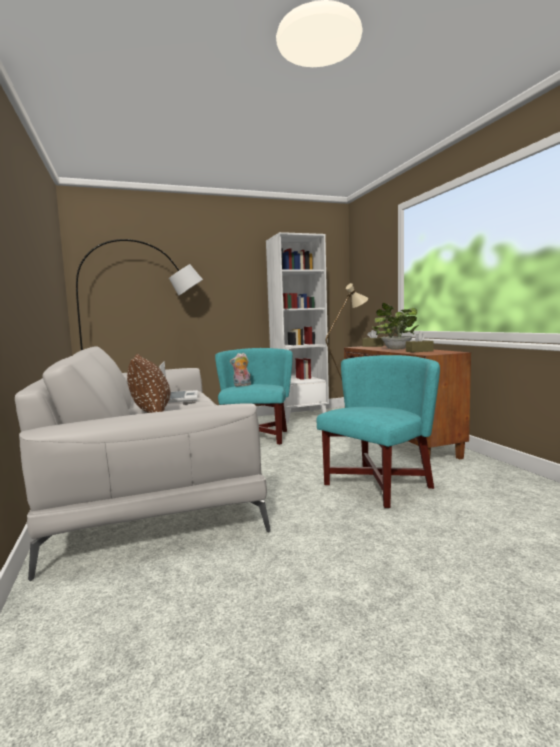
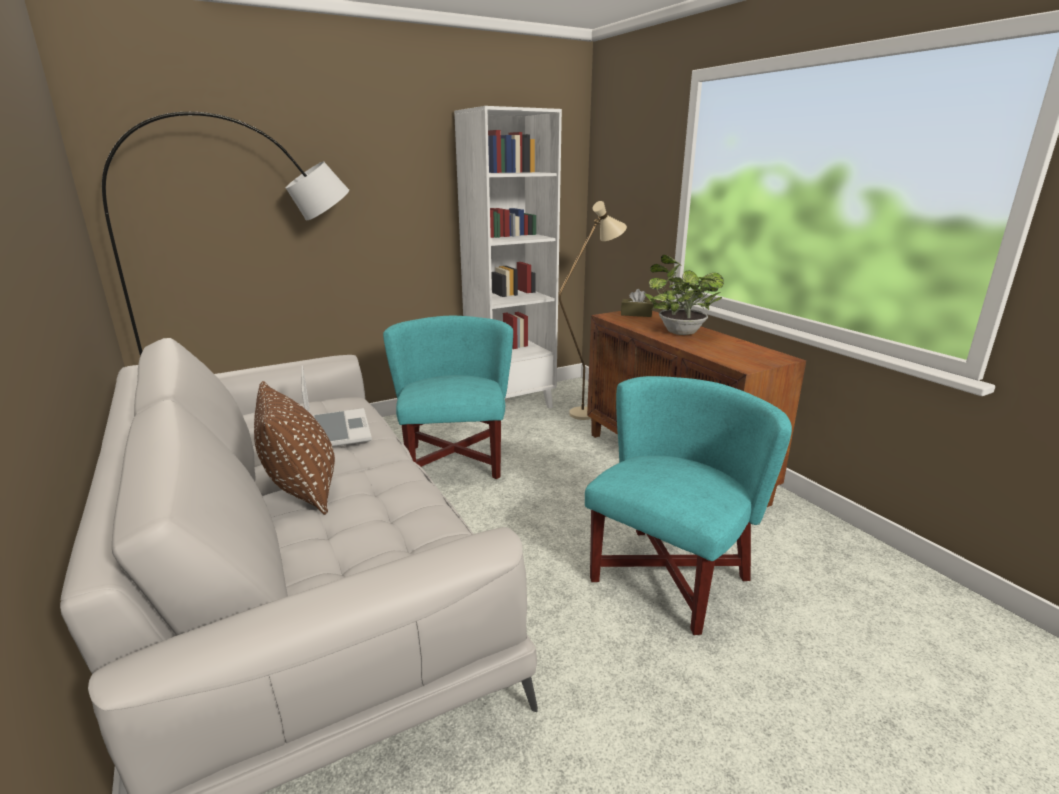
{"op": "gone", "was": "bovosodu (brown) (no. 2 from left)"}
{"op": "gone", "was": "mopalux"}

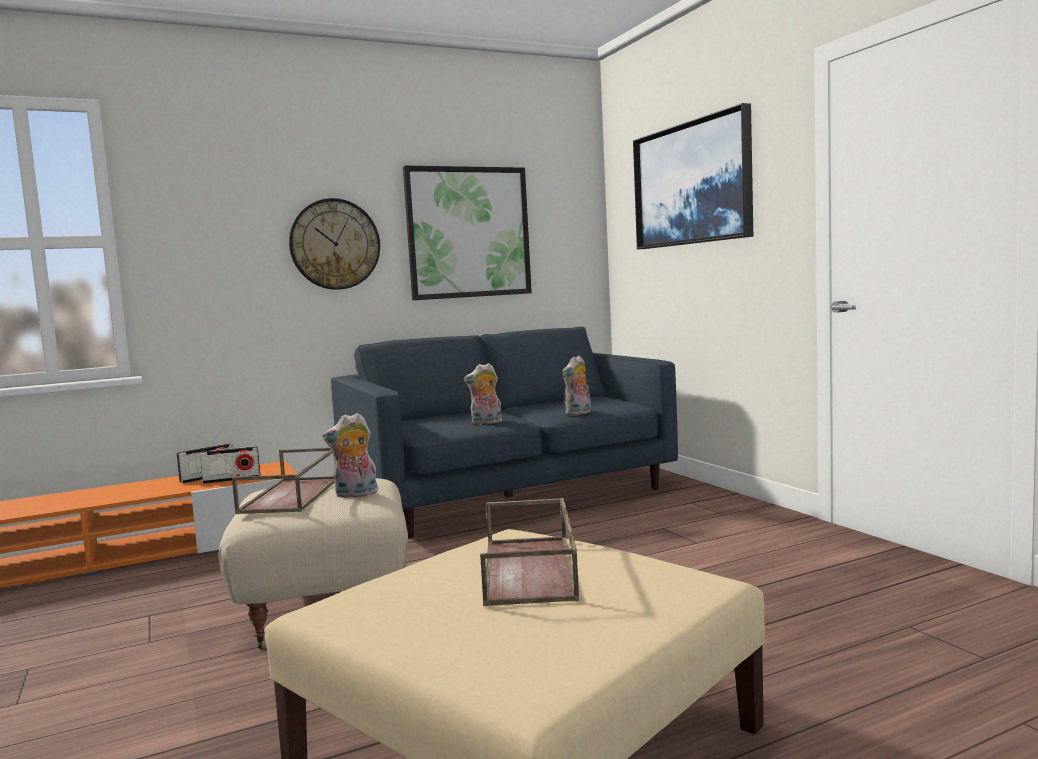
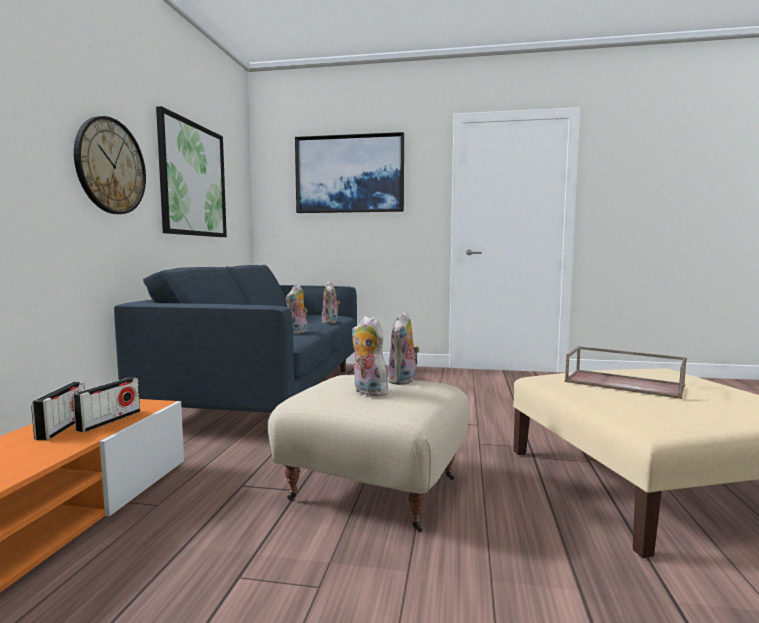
{"op": "swapped", "was": "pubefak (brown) (no. 1 from left)", "now": "mopalux (no. 3 from left)"}

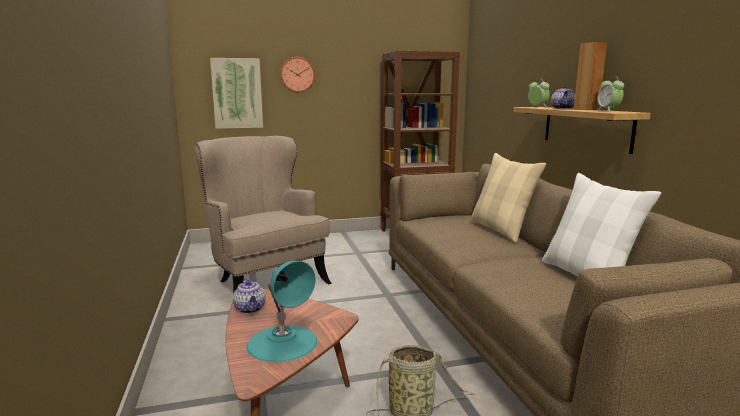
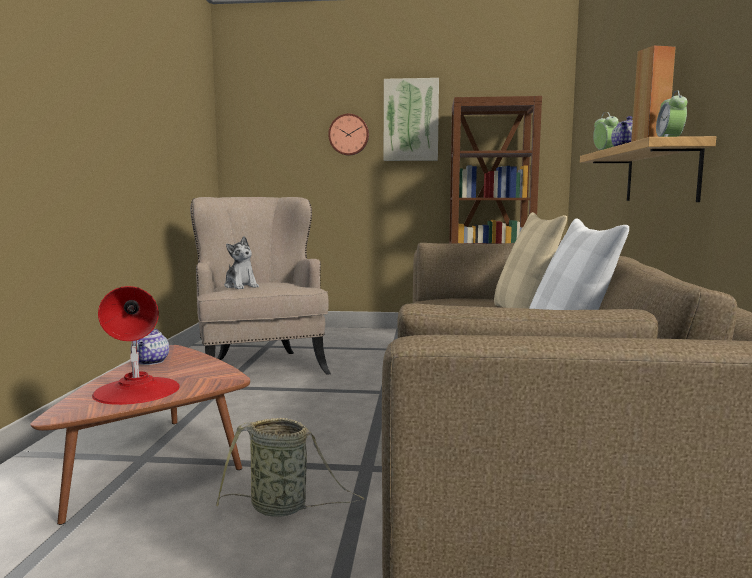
{"op": "shifted", "was": "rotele"}
{"op": "repainted", "was": "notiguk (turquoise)", "now": "notiguk (red)"}
{"op": "new", "now": "mopalux"}

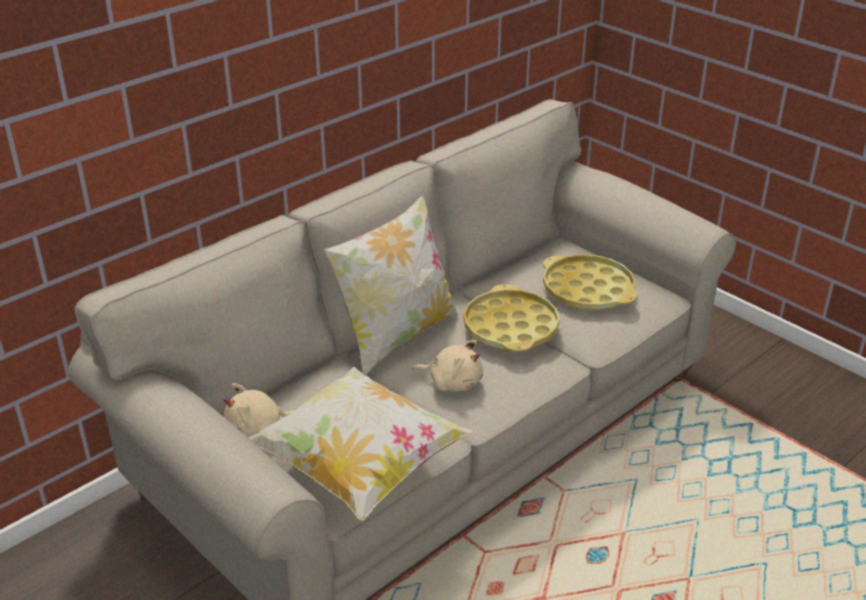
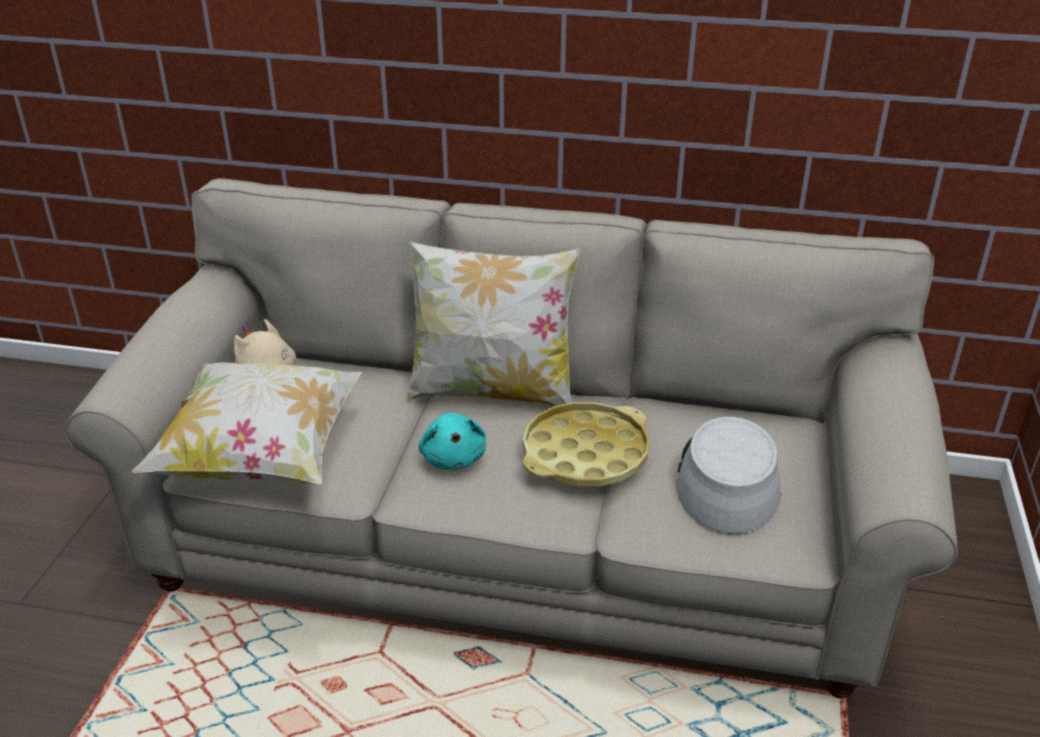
{"op": "swapped", "was": "pubefak (yellow) (no. 2 from left)", "now": "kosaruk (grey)"}
{"op": "repainted", "was": "mopalux (beige) (no. 2 from left)", "now": "mopalux (turquoise)"}

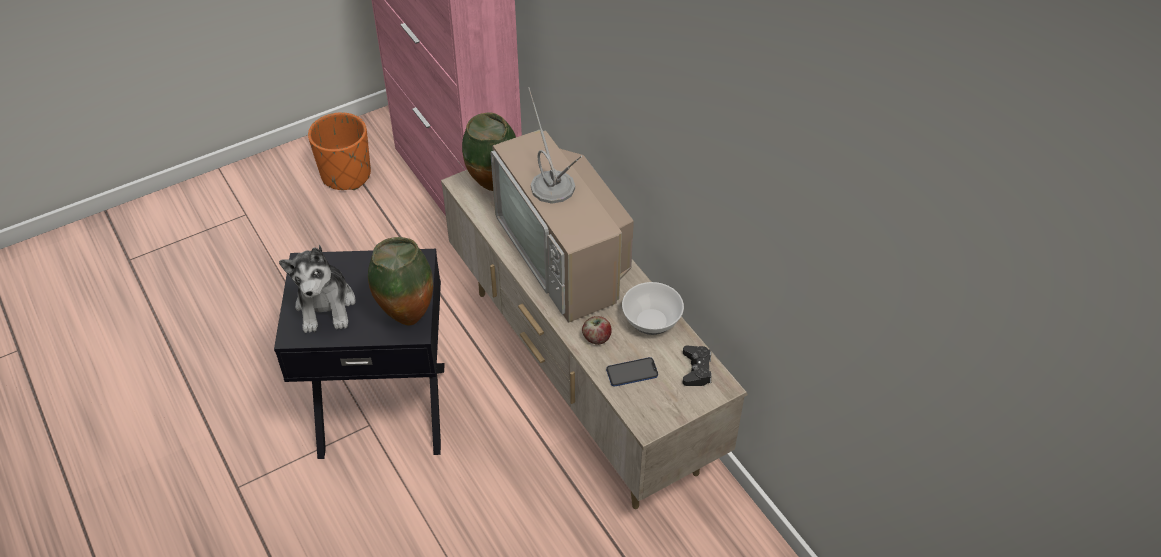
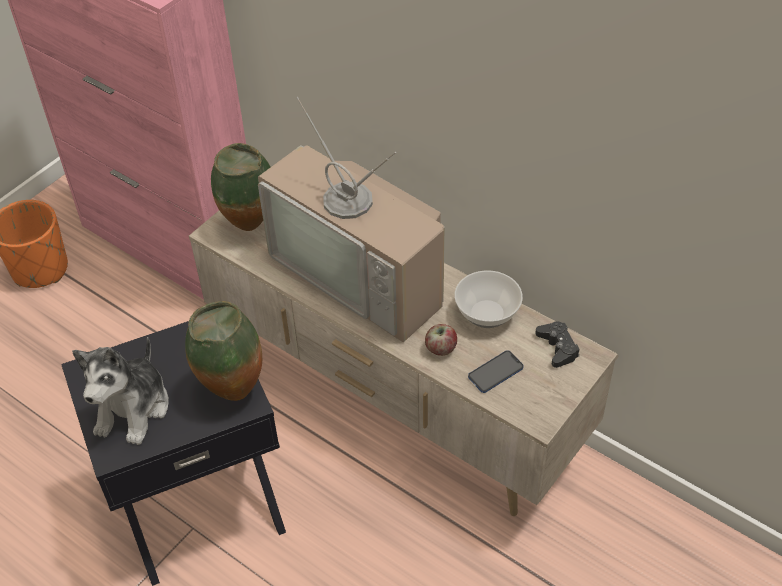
{"op": "rotated", "was": "mopalux", "clockwise": 45}

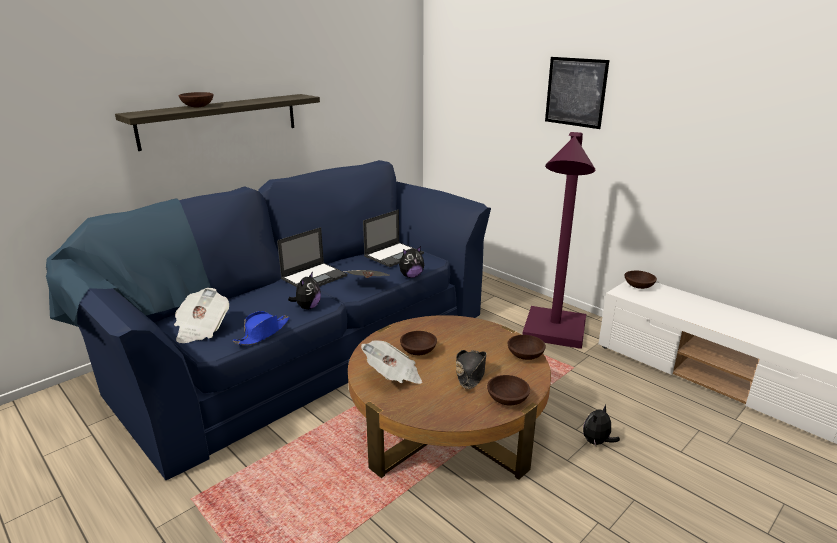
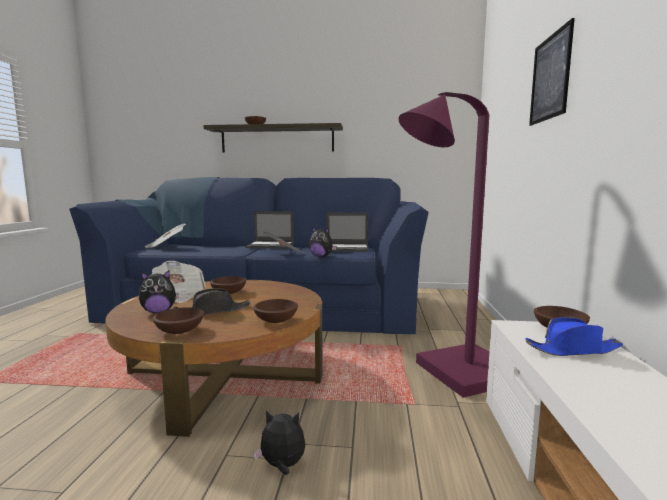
{"op": "shifted", "was": "mopalux (no. 1 from left)"}
{"op": "shifted", "was": "kosaruk (blue)"}

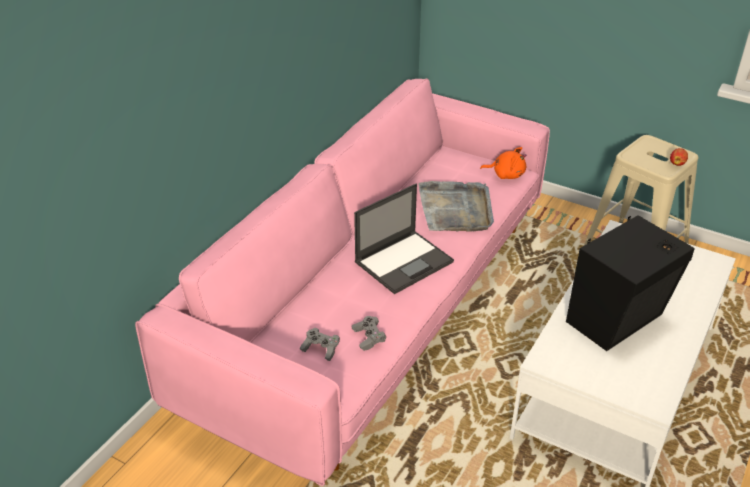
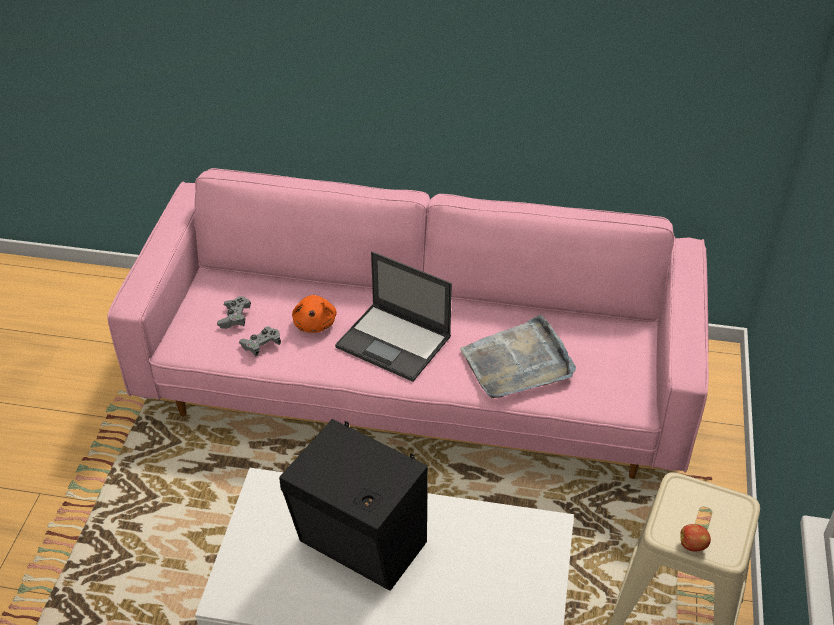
{"op": "shifted", "was": "mopalux (orange)"}

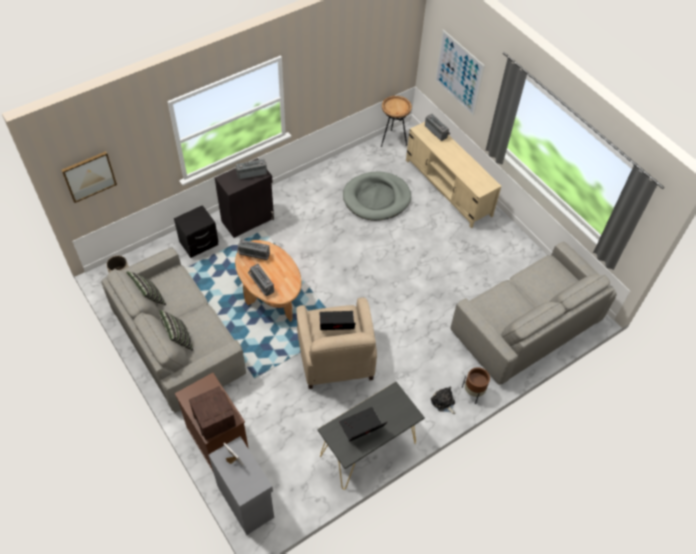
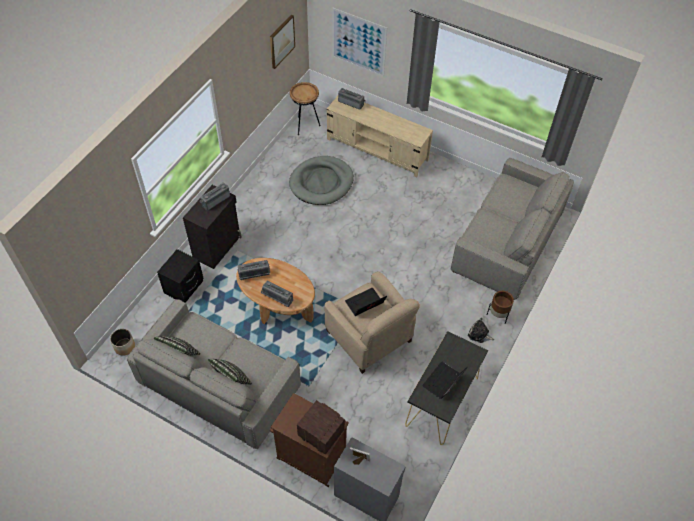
{"op": "shifted", "was": "rotele (no. 1 from left)"}

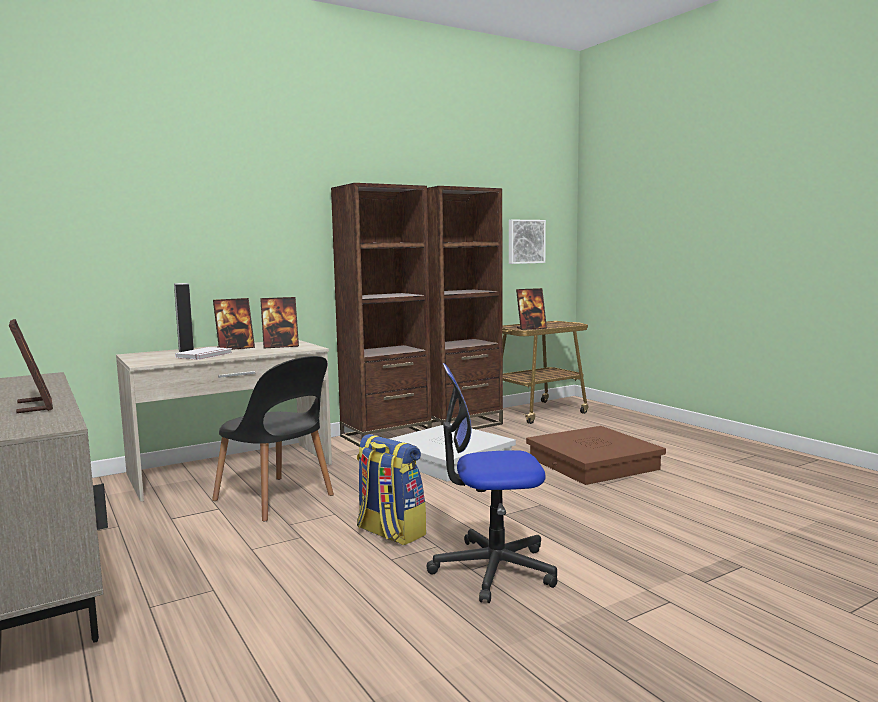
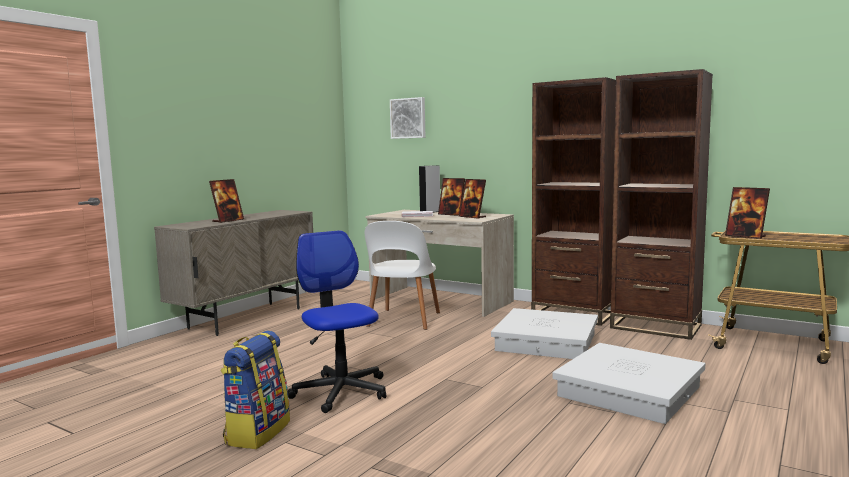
{"op": "shifted", "was": "rotele"}
{"op": "repainted", "was": "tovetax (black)", "now": "tovetax (white)"}
{"op": "repainted", "was": "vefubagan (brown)", "now": "vefubagan (white) (no. 2 from left)"}
{"op": "shifted", "was": "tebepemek"}

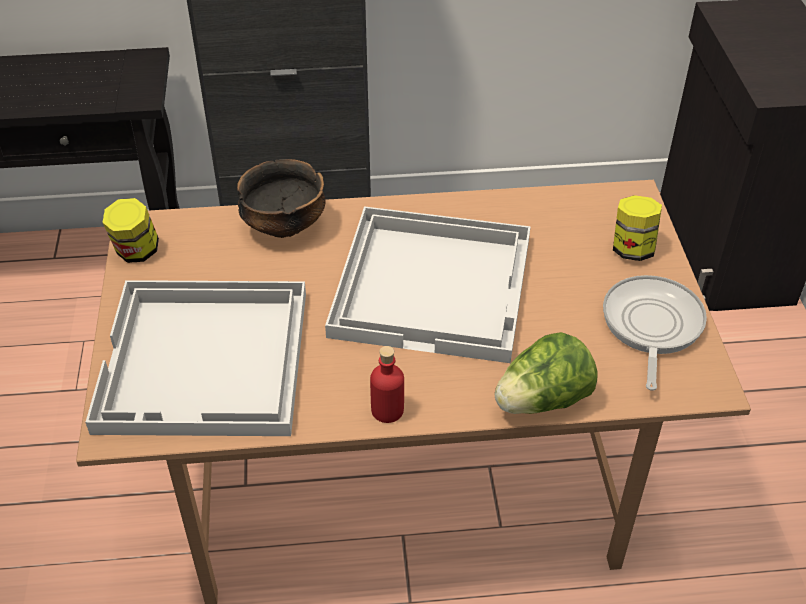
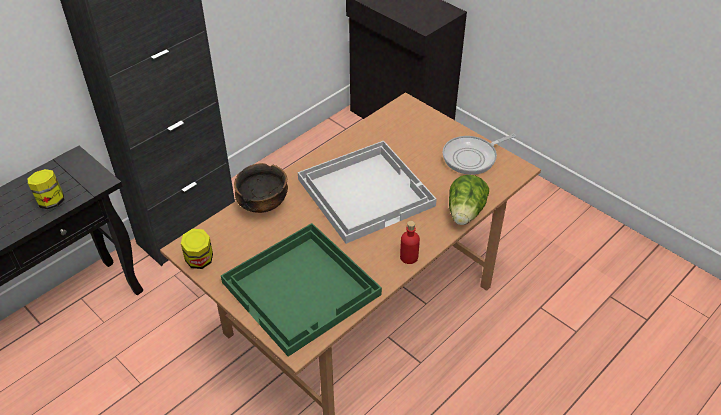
{"op": "shifted", "was": "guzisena (no. 2 from left in the first image)", "now": "guzisena (no. 1 from left)"}
{"op": "rotated", "was": "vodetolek", "clockwise": -90}
{"op": "repainted", "was": "pubefak (white) (no. 1 from left)", "now": "pubefak (green)"}

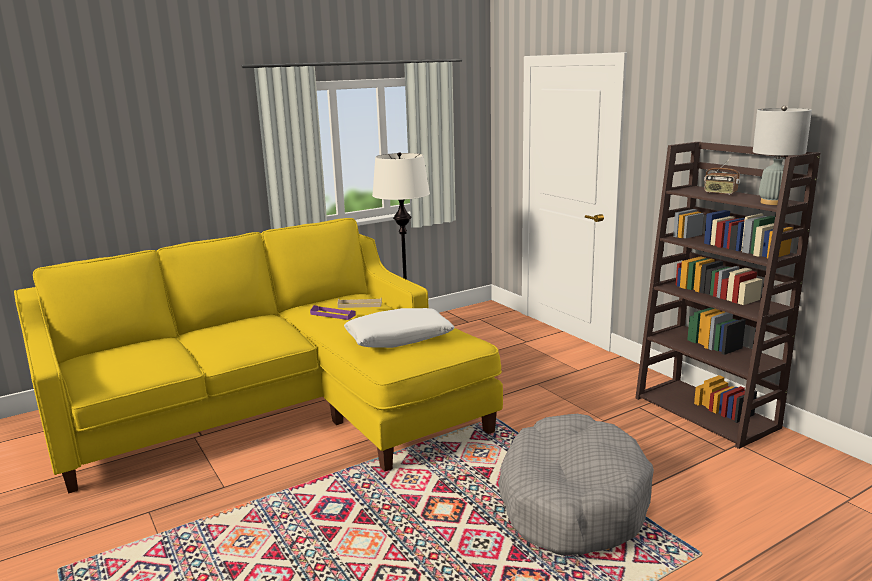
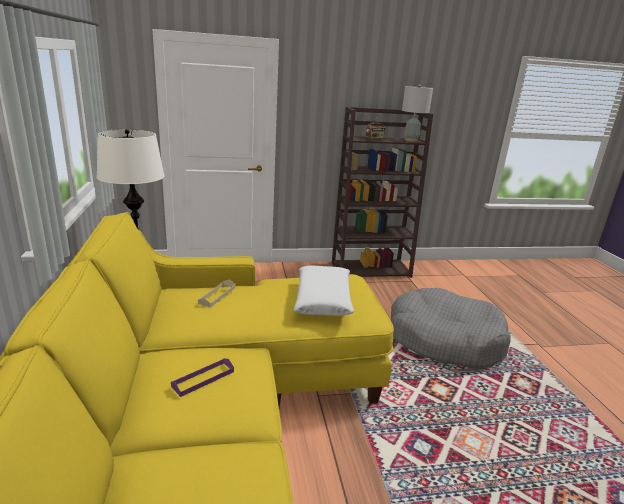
{"op": "shifted", "was": "pubefak (purple)"}

